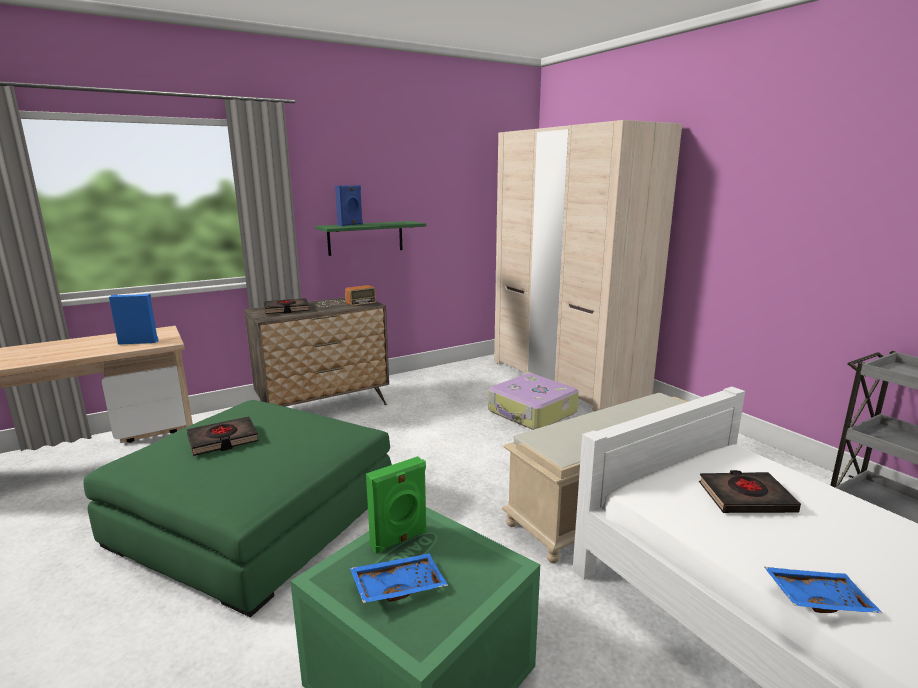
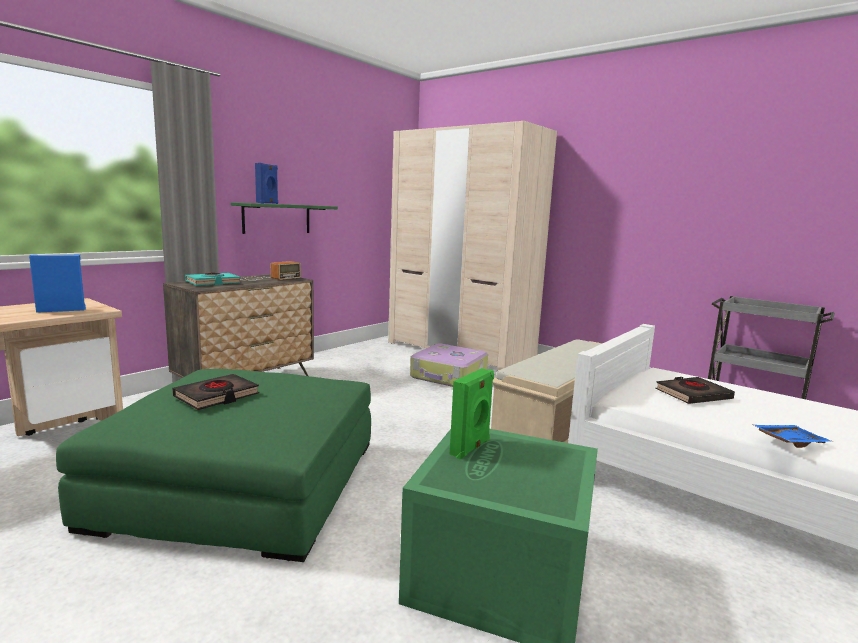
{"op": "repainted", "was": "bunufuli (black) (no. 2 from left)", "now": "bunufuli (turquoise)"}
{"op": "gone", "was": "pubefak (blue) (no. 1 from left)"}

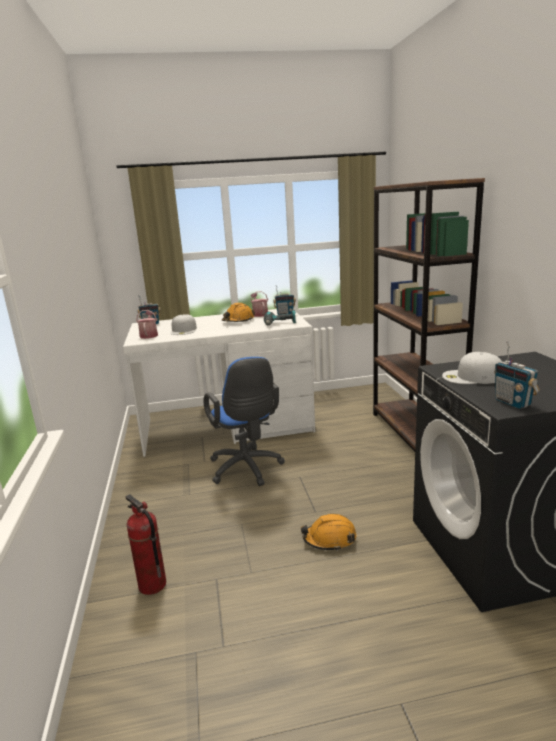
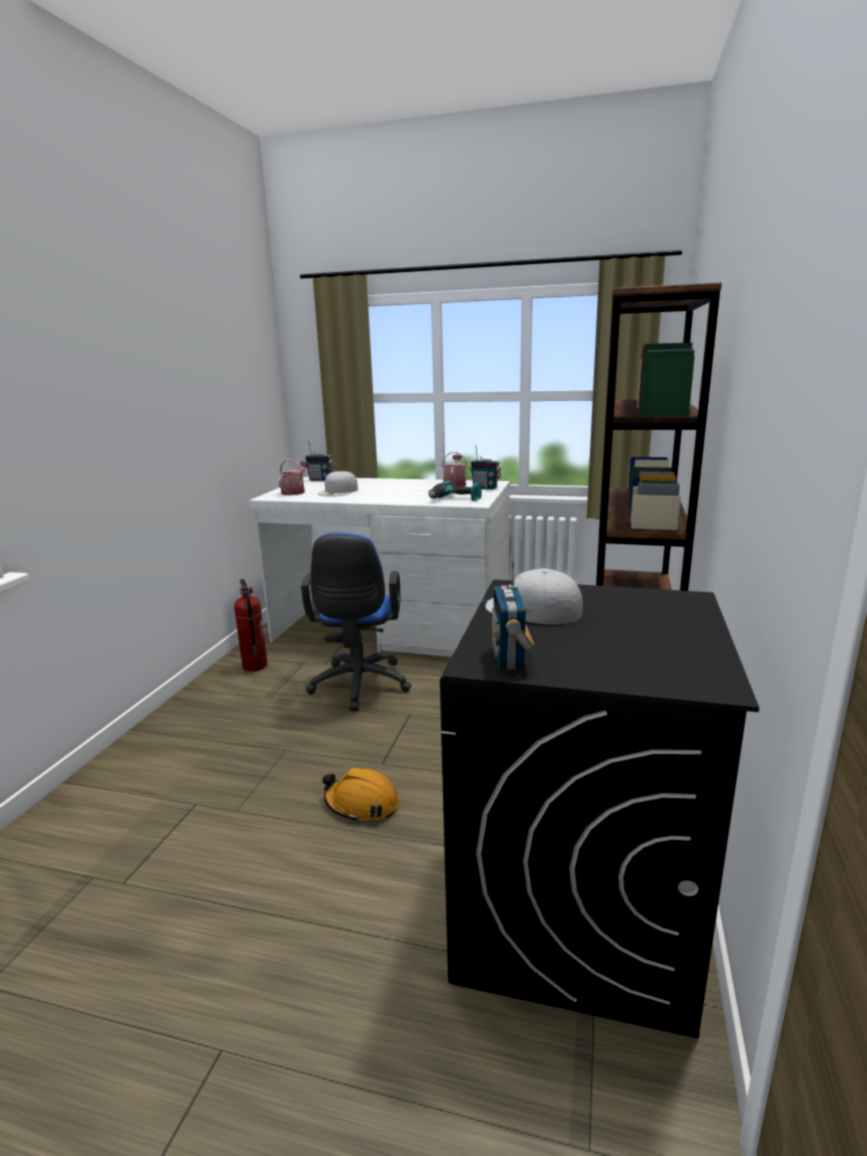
{"op": "gone", "was": "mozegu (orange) (no. 1 from left)"}
{"op": "shifted", "was": "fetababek"}

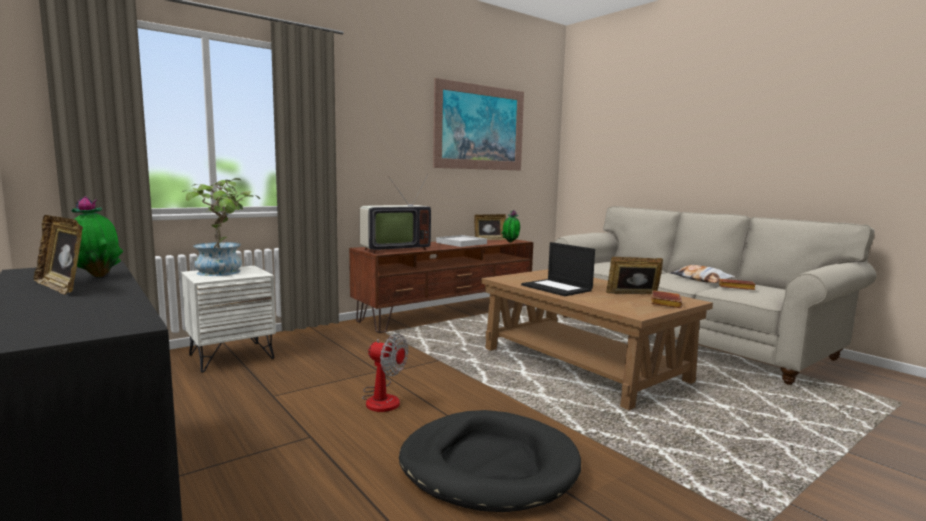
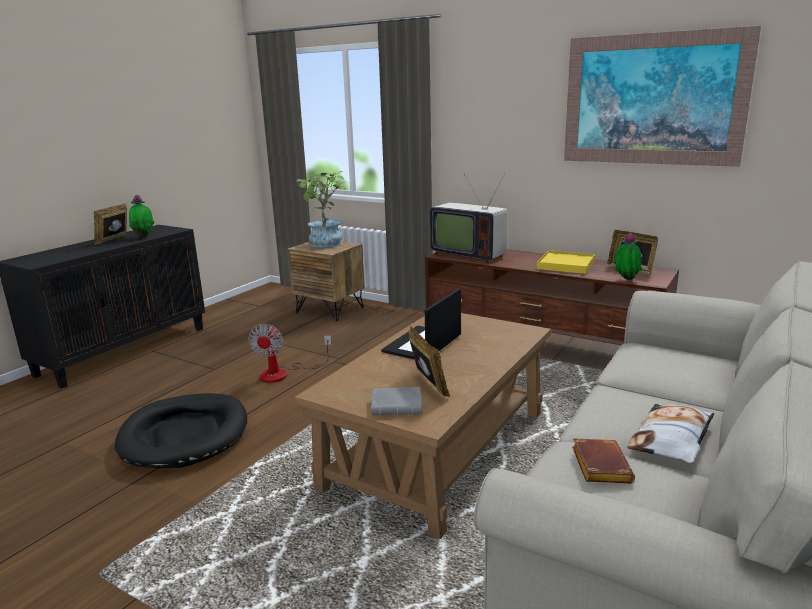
{"op": "repainted", "was": "pubefak (white)", "now": "pubefak (yellow)"}
{"op": "repainted", "was": "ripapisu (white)", "now": "ripapisu (brown)"}
{"op": "repainted", "was": "bunufuli (brown) (no. 1 from left)", "now": "bunufuli (grey)"}

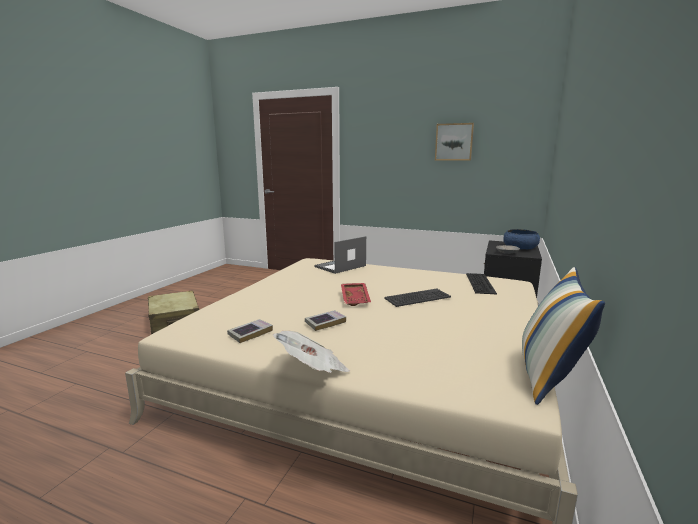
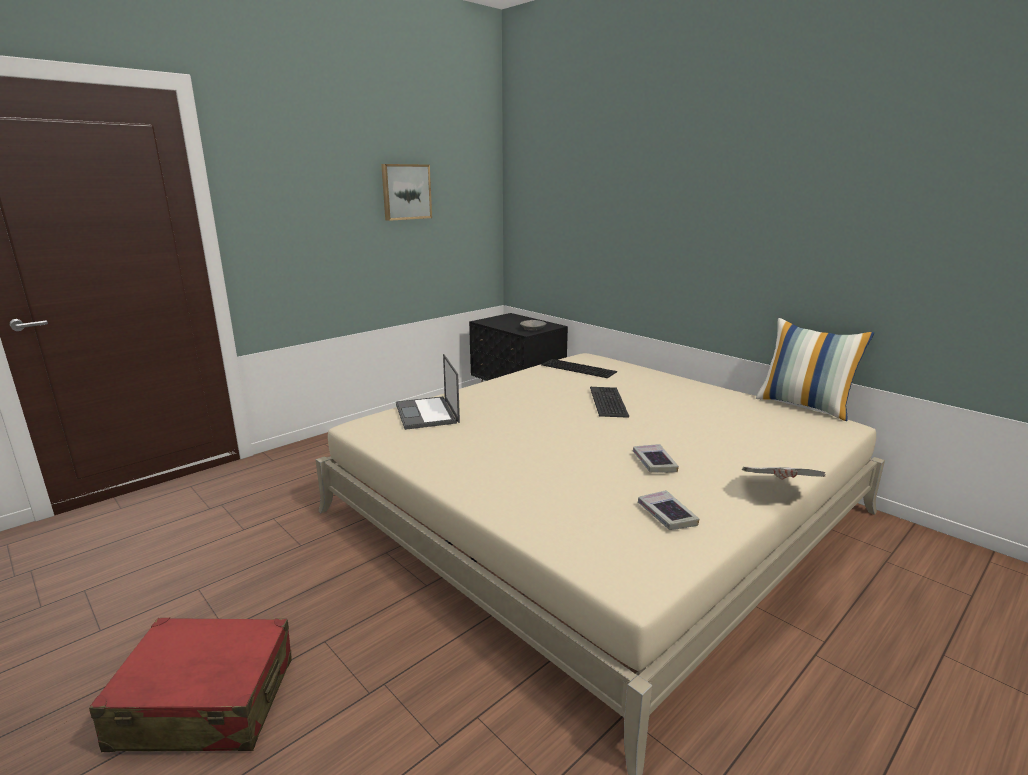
{"op": "gone", "was": "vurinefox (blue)"}
{"op": "gone", "was": "pubefak (red)"}
{"op": "repainted", "was": "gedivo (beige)", "now": "gedivo (red)"}

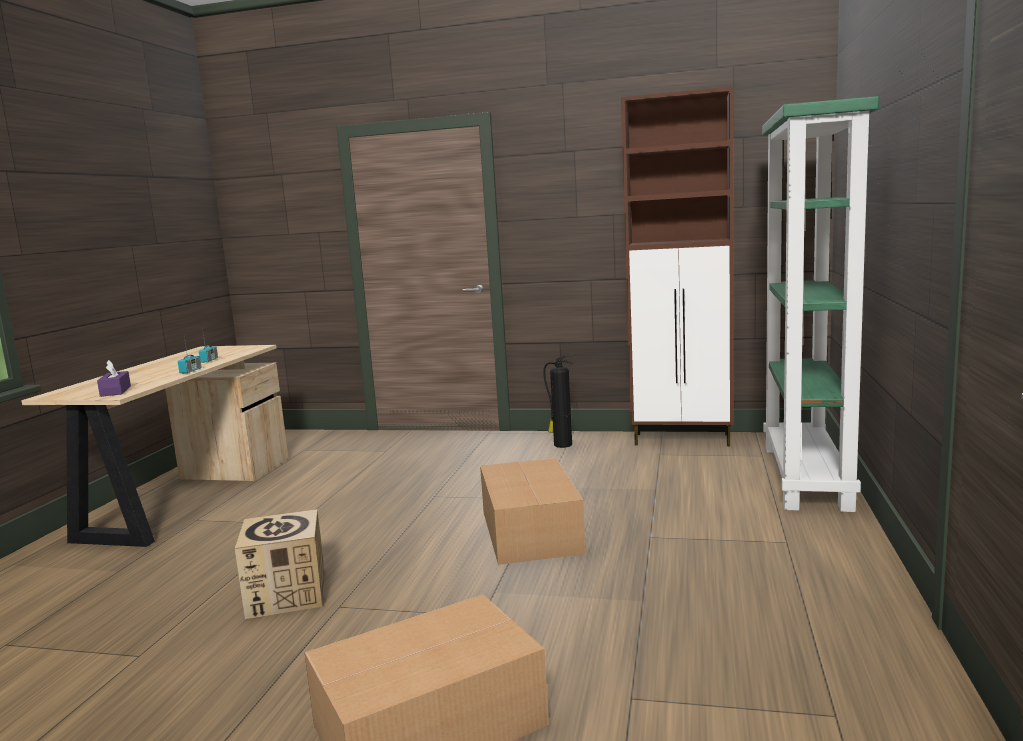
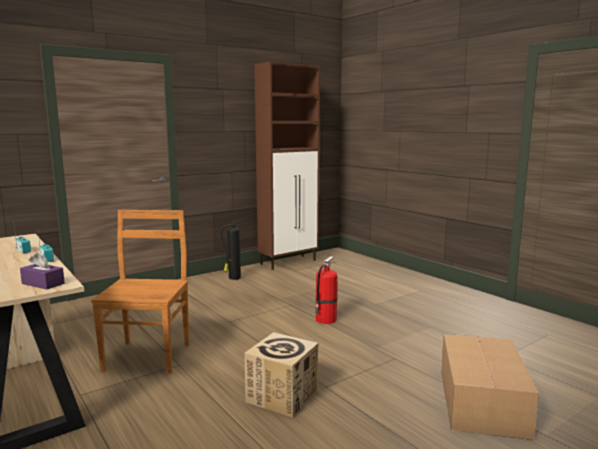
{"op": "gone", "was": "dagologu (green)"}
{"op": "swapped", "was": "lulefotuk (no. 3 from left)", "now": "fetababek (no. 2 from left)"}
{"op": "new", "now": "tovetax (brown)"}

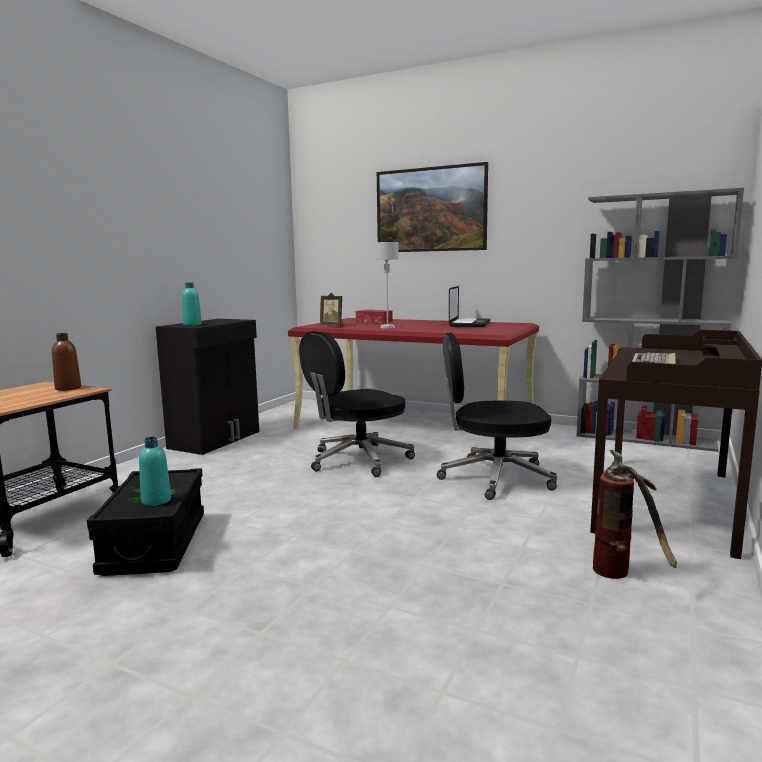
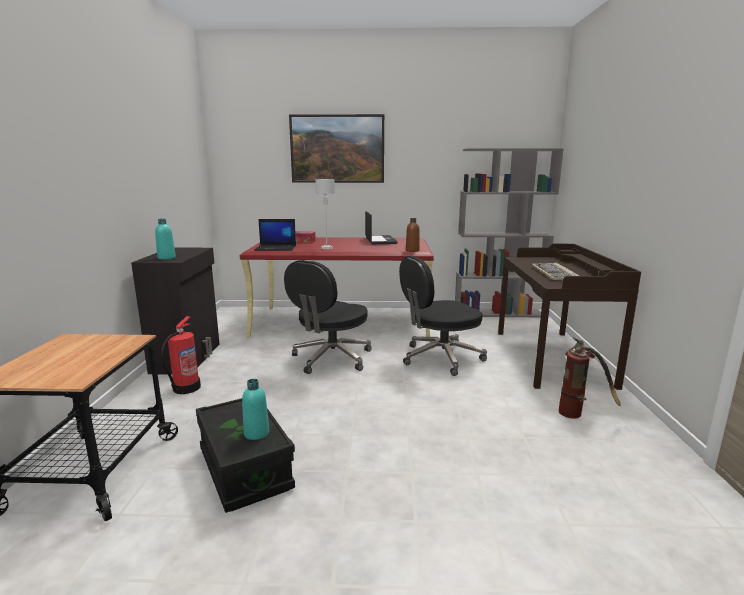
{"op": "swapped", "was": "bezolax", "now": "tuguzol (no. 1 from left)"}
{"op": "shifted", "was": "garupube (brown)"}
{"op": "new", "now": "fetababek (no. 1 from left)"}

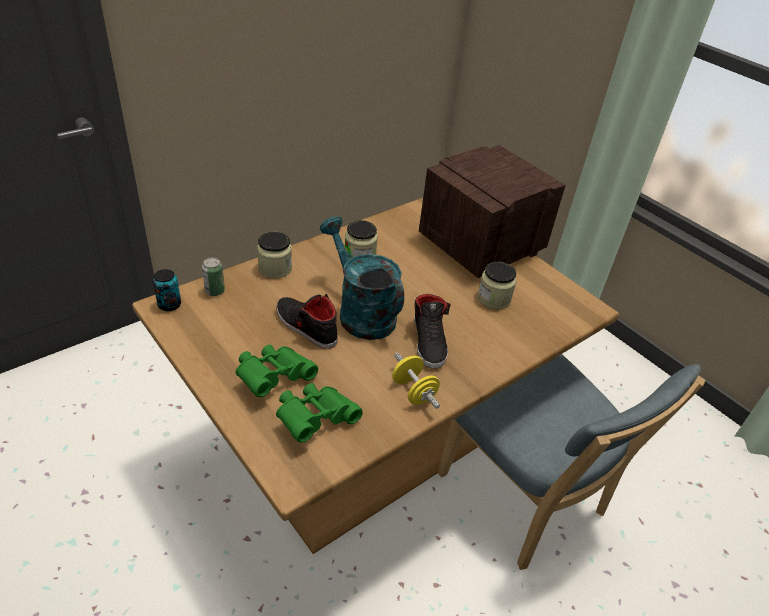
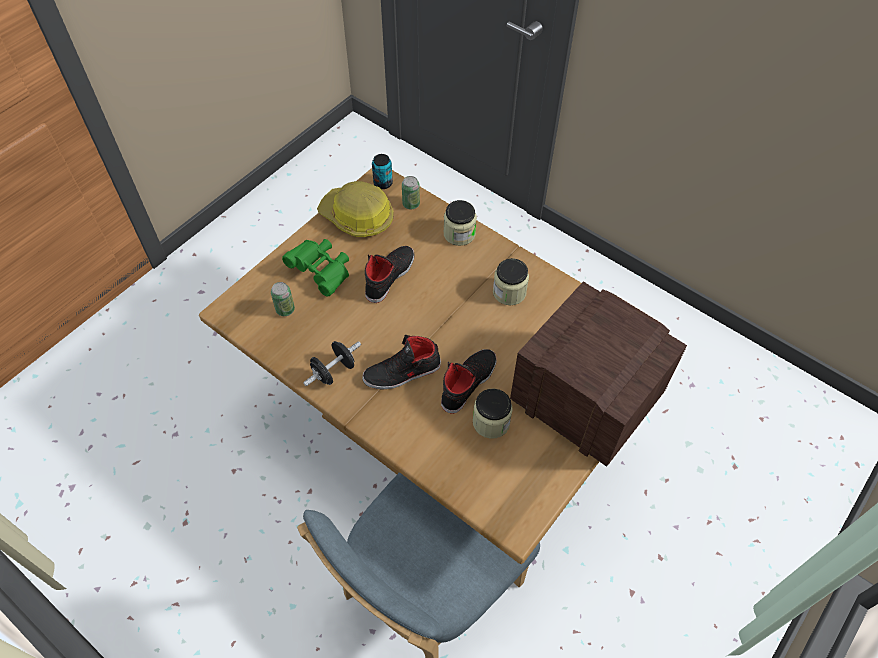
{"op": "gone", "was": "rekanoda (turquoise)"}
{"op": "repainted", "was": "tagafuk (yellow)", "now": "tagafuk (black)"}
{"op": "swapped", "was": "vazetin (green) (no. 2 from left)", "now": "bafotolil (no. 1 from left)"}
{"op": "new", "now": "mozegu"}
{"op": "new", "now": "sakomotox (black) (no. 3 from left)"}

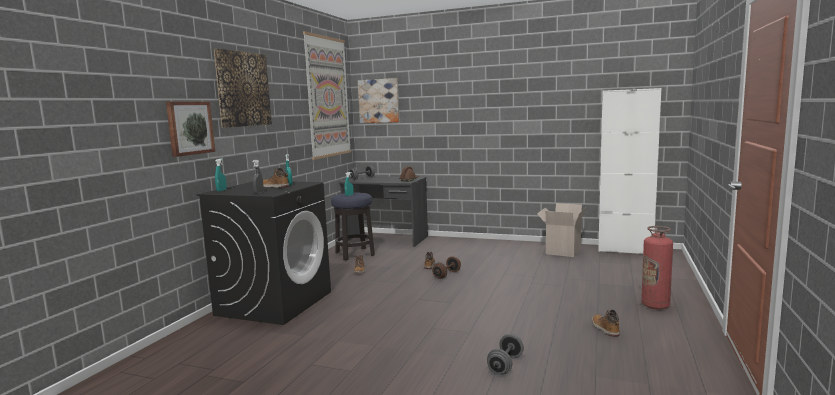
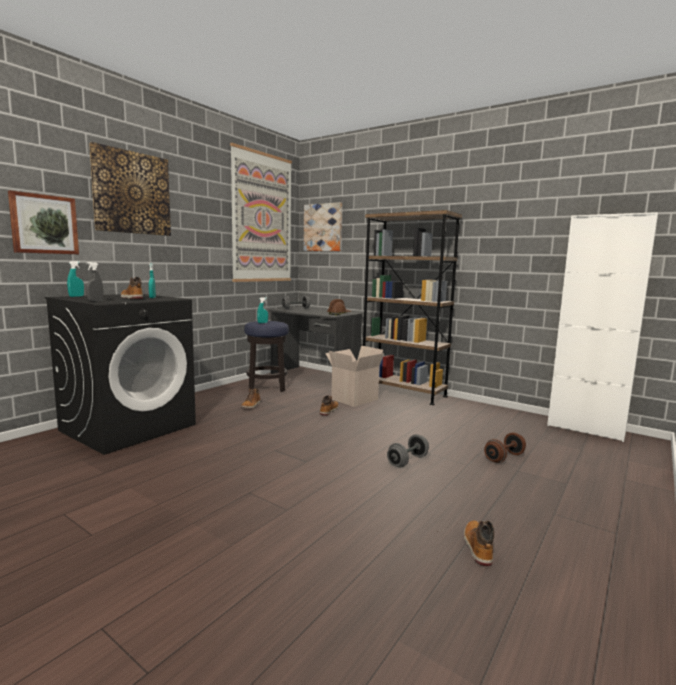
{"op": "shifted", "was": "lulefotuk"}
{"op": "gone", "was": "fetababek"}
{"op": "shifted", "was": "tagafuk (brown)"}
{"op": "shifted", "was": "tagafuk (grey) (no. 2 from left)"}
{"op": "new", "now": "dagologu (brown)"}

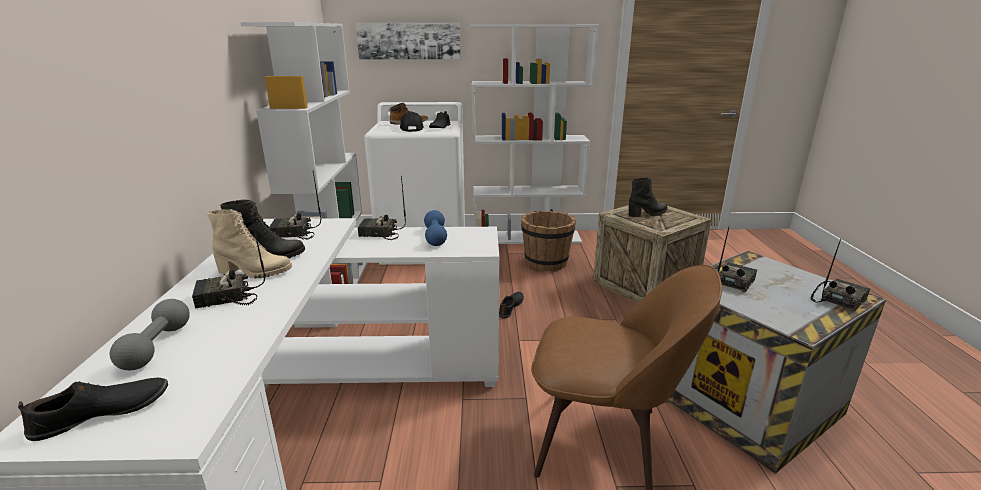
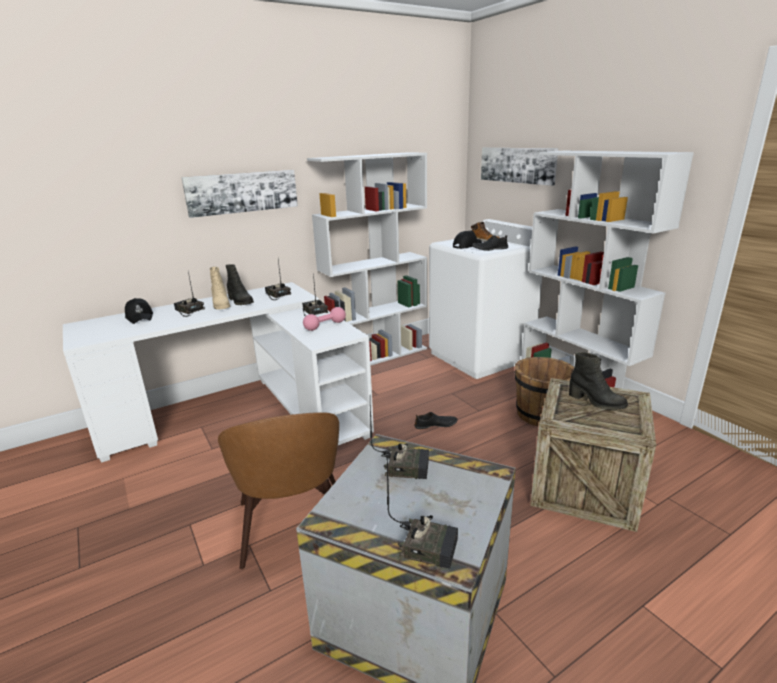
{"op": "repainted", "was": "tagafuk (blue)", "now": "tagafuk (pink)"}
{"op": "swapped", "was": "tagafuk (grey)", "now": "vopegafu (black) (no. 1 from left)"}
{"op": "gone", "was": "sakomotox (black) (no. 1 from left)"}
{"op": "new", "now": "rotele (no. 1 from left)"}

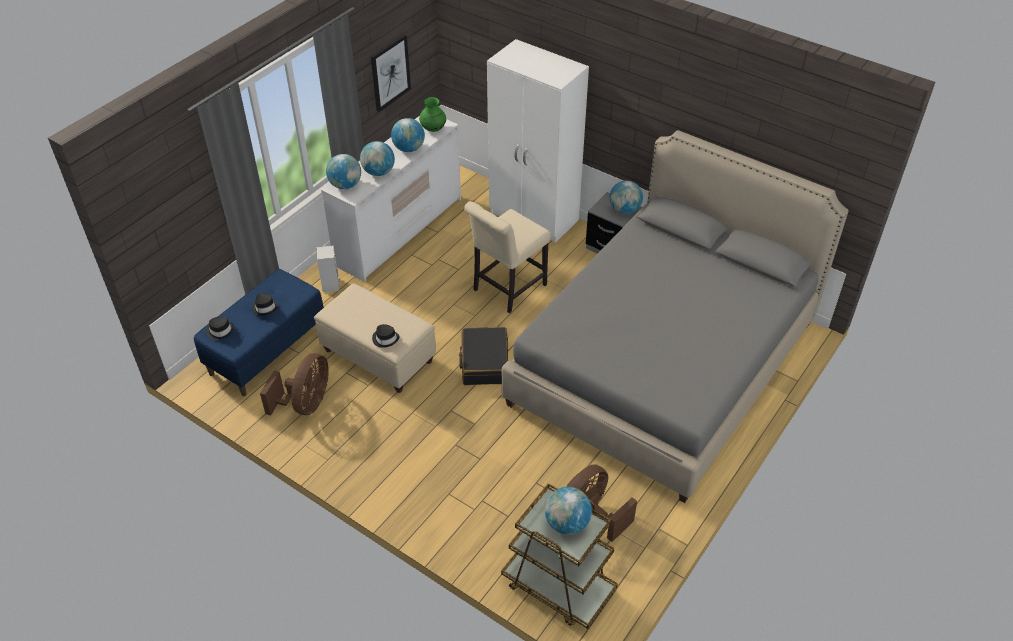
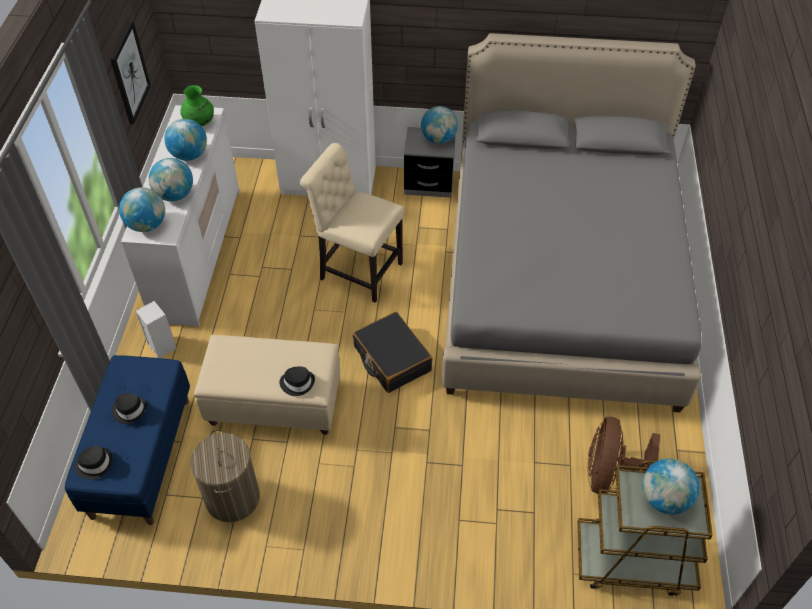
{"op": "rotated", "was": "tovetax (beige)", "clockwise": 105}
{"op": "swapped", "was": "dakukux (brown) (no. 1 from left)", "now": "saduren"}

